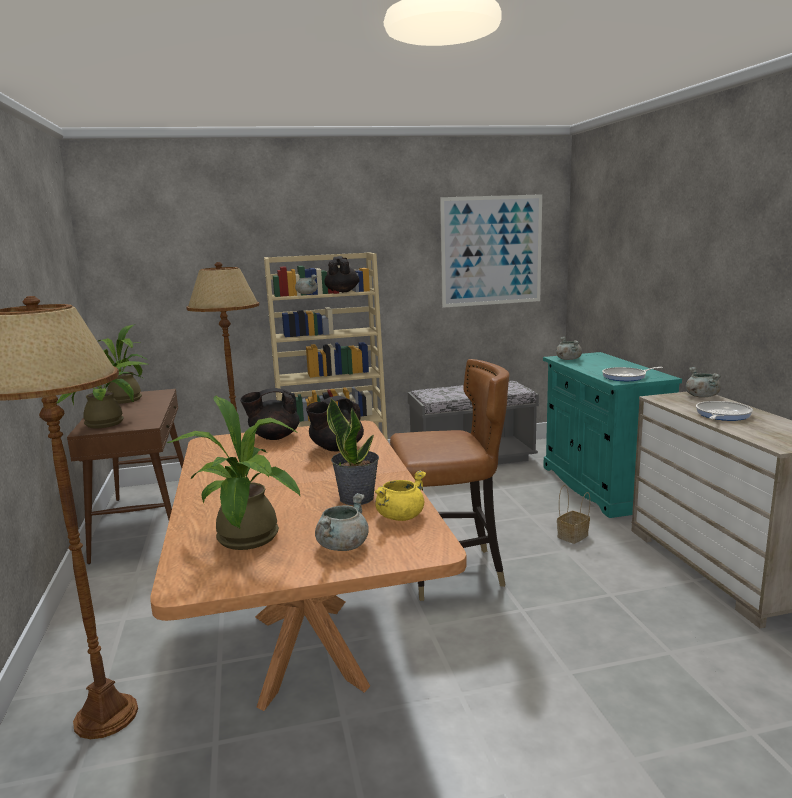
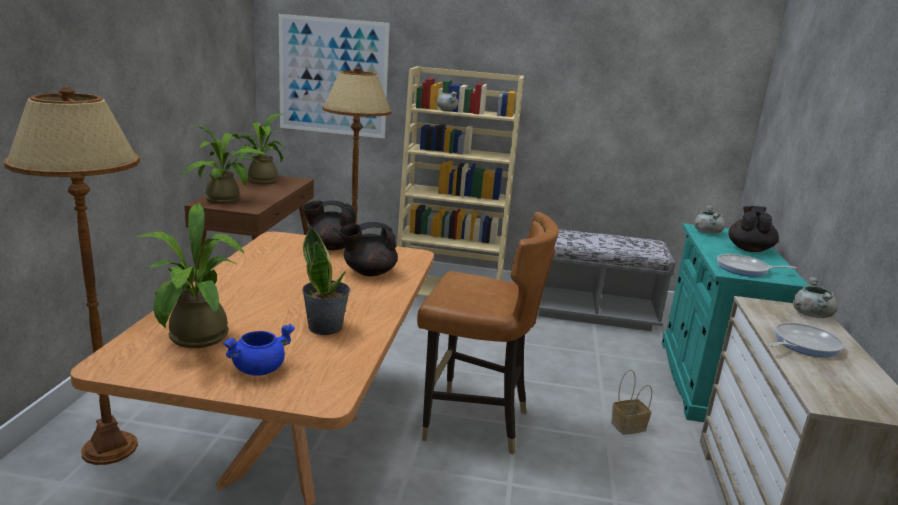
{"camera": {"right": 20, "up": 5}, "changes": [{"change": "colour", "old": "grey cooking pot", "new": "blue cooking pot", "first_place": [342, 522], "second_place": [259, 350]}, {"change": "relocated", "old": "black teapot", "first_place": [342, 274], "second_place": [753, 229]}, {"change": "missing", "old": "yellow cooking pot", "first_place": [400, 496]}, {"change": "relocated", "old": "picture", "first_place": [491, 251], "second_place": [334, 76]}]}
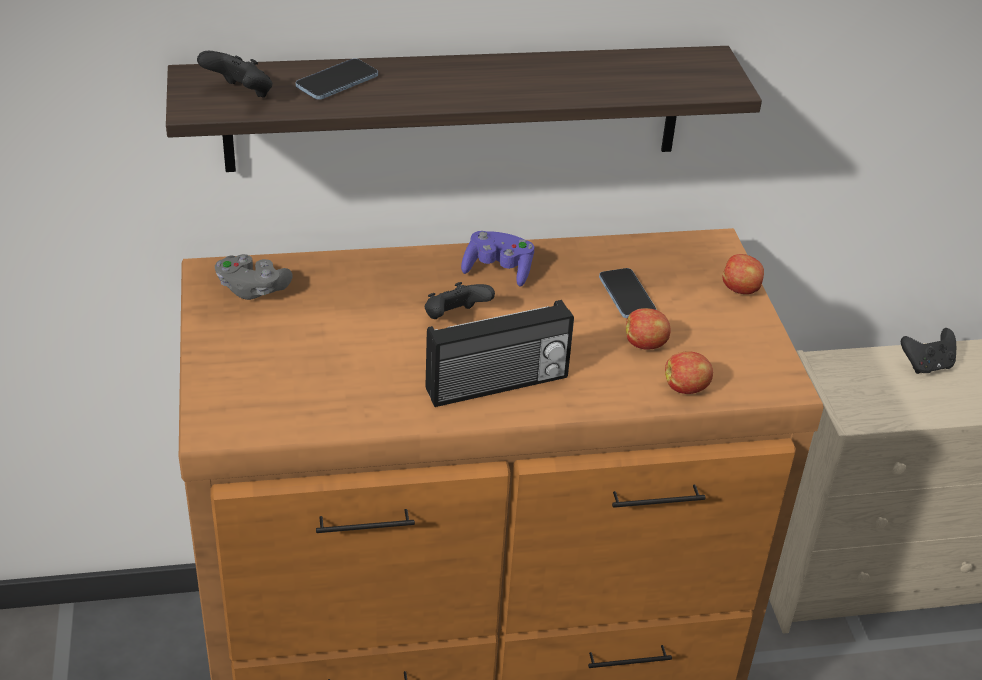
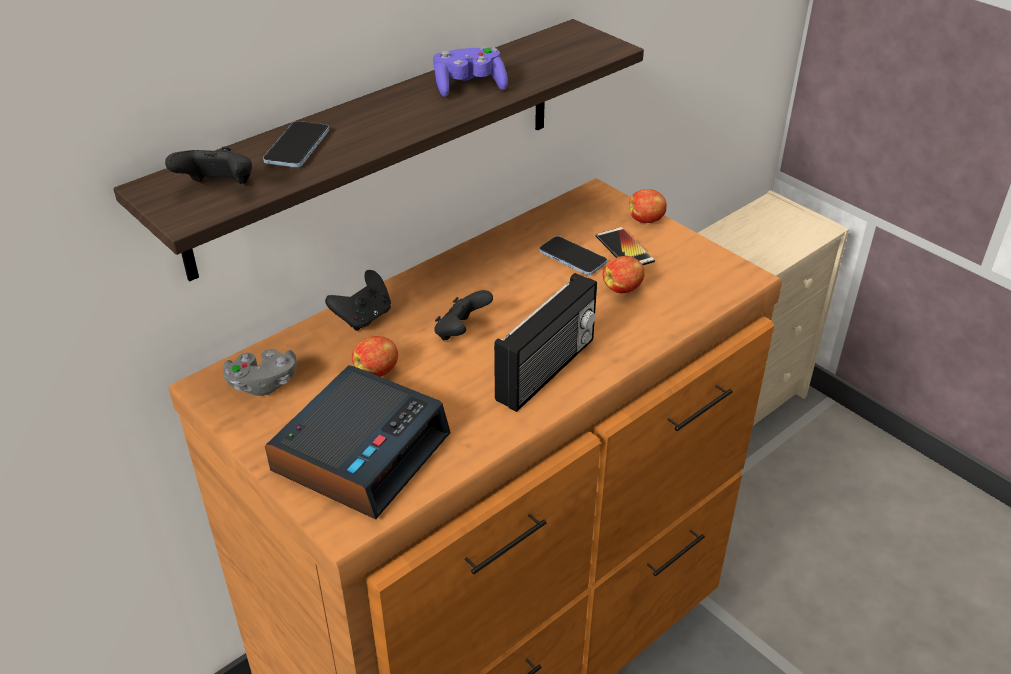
{"camera": {"right": -30, "up": 0}, "changes": [{"change": "relocated", "old": "purple game controller", "first_place": [497, 259], "second_place": [470, 72]}, {"change": "relocated", "old": "apple", "first_place": [689, 372], "second_place": [375, 356]}, {"change": "relocated", "old": "black game controller", "first_place": [928, 351], "second_place": [358, 300]}, {"change": "appeared", "new": "alarm clock", "second_place": [358, 442]}, {"change": "appeared", "new": "phone", "second_place": [625, 246]}]}
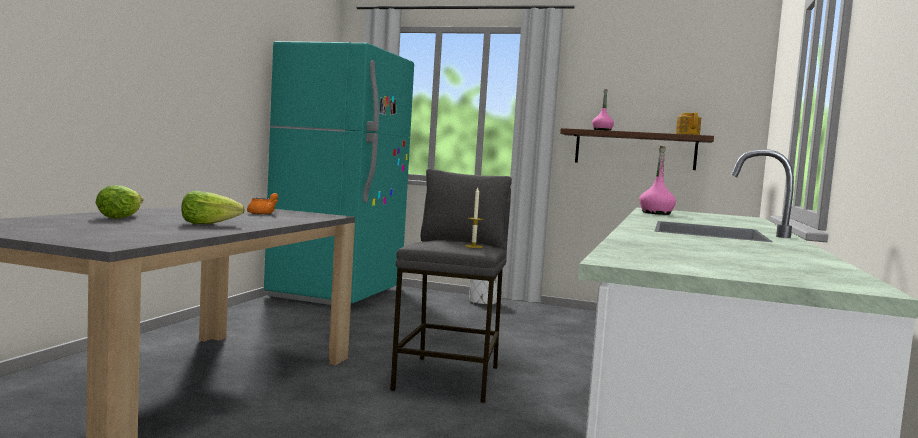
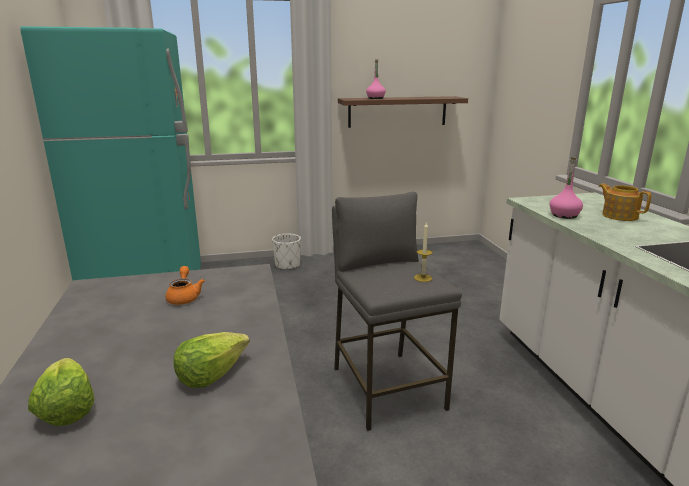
{"camera": {"right": -30, "up": 15}, "changes": [{"change": "relocated", "old": "teapot", "first_place": [688, 123], "second_place": [625, 202]}]}
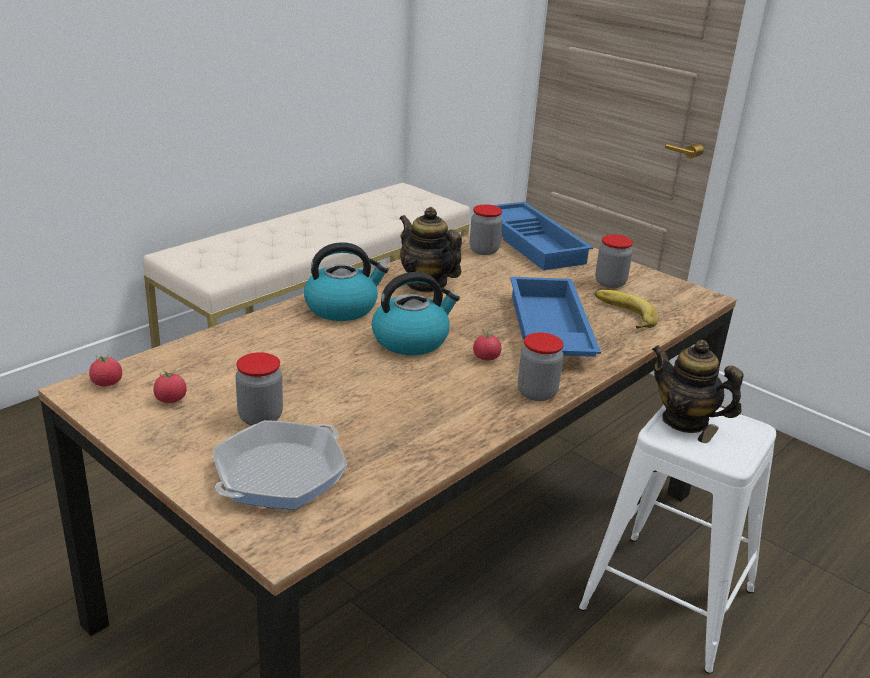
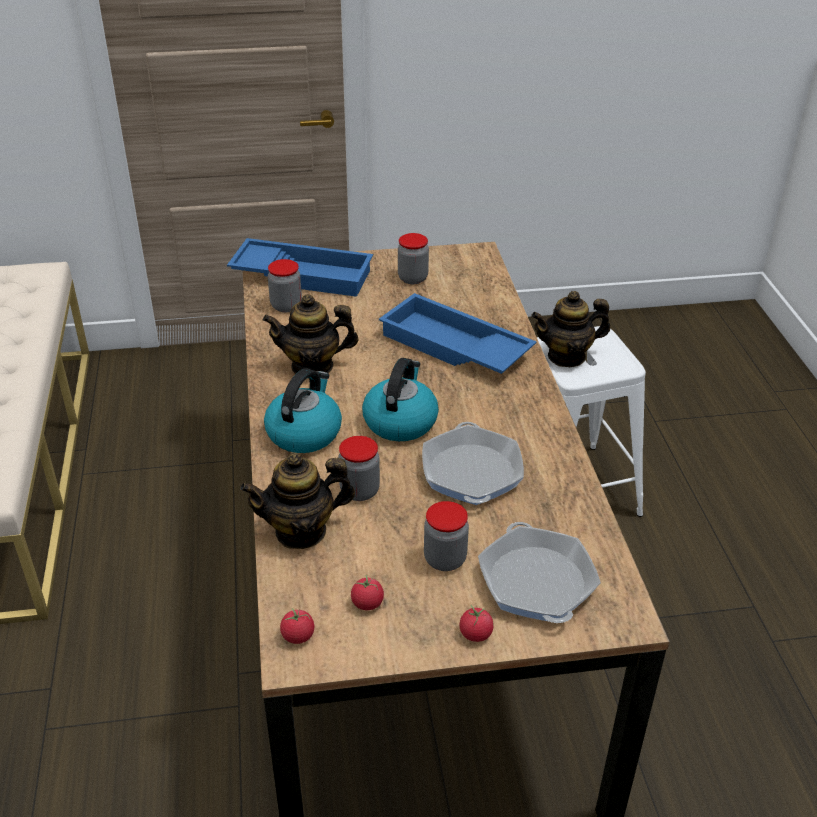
{"camera": {"right": -50, "up": 10}, "changes": [{"change": "relocated", "old": "tomato", "first_place": [487, 345], "second_place": [476, 623]}, {"change": "relocated", "old": "jar", "first_place": [541, 366], "second_place": [359, 468]}, {"change": "missing", "old": "banana", "first_place": [627, 309]}, {"change": "appeared", "new": "teapot", "second_place": [297, 501]}, {"change": "appeared", "new": "frying pan", "second_place": [473, 463]}]}
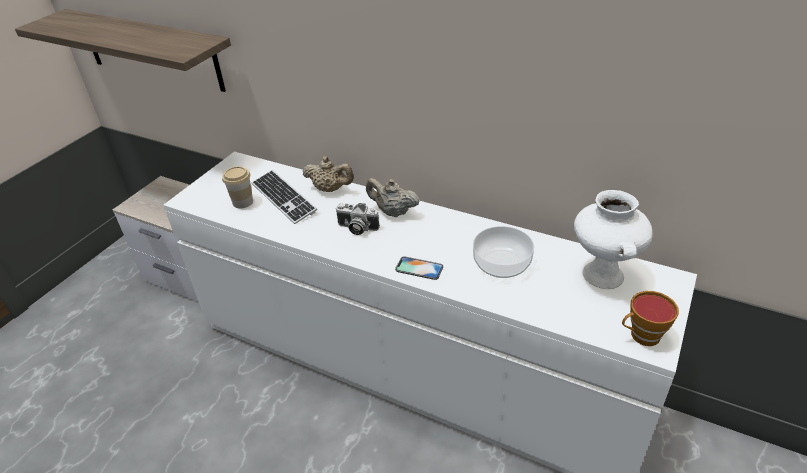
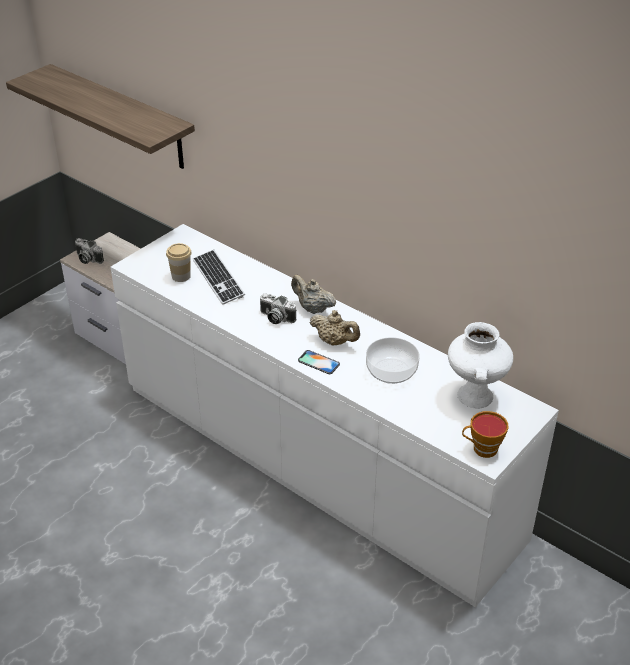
{"camera": {"right": 10, "up": 0}, "changes": [{"change": "relocated", "old": "beige teapot", "first_place": [328, 174], "second_place": [335, 328]}, {"change": "appeared", "new": "photo camera", "second_place": [89, 251]}]}
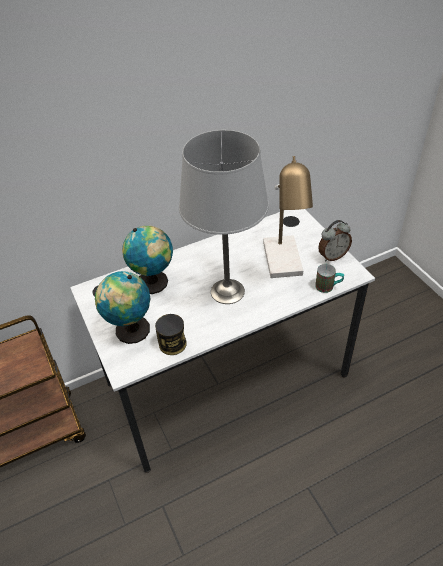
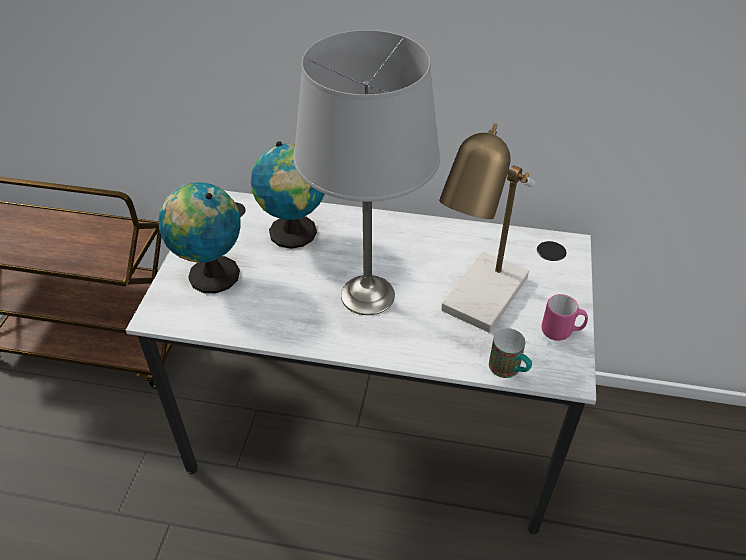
{"camera": {"right": 35, "up": 0}, "changes": [{"change": "missing", "old": "can", "first_place": [171, 334]}, {"change": "exchanged", "old": "alarm clock", "new": "pink mug", "first_place": [335, 241], "second_place": [564, 317]}]}
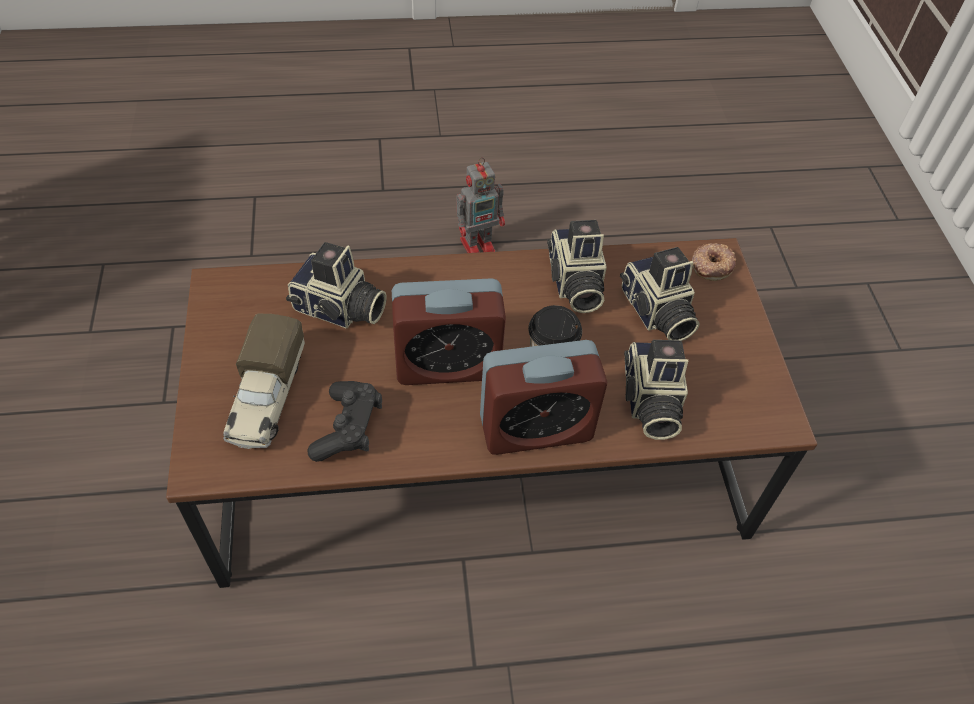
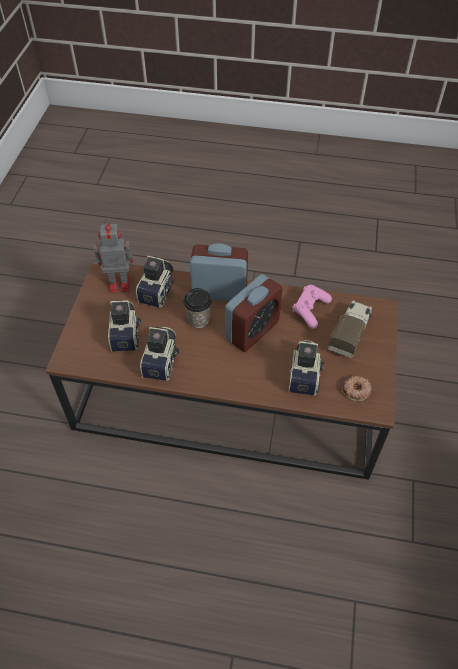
{"camera": {"right": -160, "up": 0}, "changes": [{"change": "spun", "old": "photo camera", "first_place": [336, 285], "second_place": [306, 368], "degrees": 60}, {"change": "colour", "old": "black game controller", "new": "pink game controller", "first_place": [345, 421], "second_place": [312, 307]}, {"change": "spun", "old": "alarm clock", "first_place": [449, 331], "second_place": [253, 313], "degrees": 120}, {"change": "relocated", "old": "toy robot", "first_place": [480, 205], "second_place": [112, 256]}, {"change": "relocated", "old": "donut", "first_place": [714, 262], "second_place": [356, 388]}]}
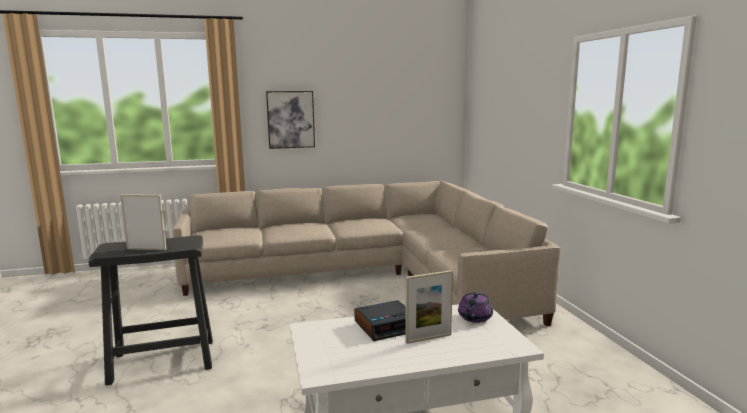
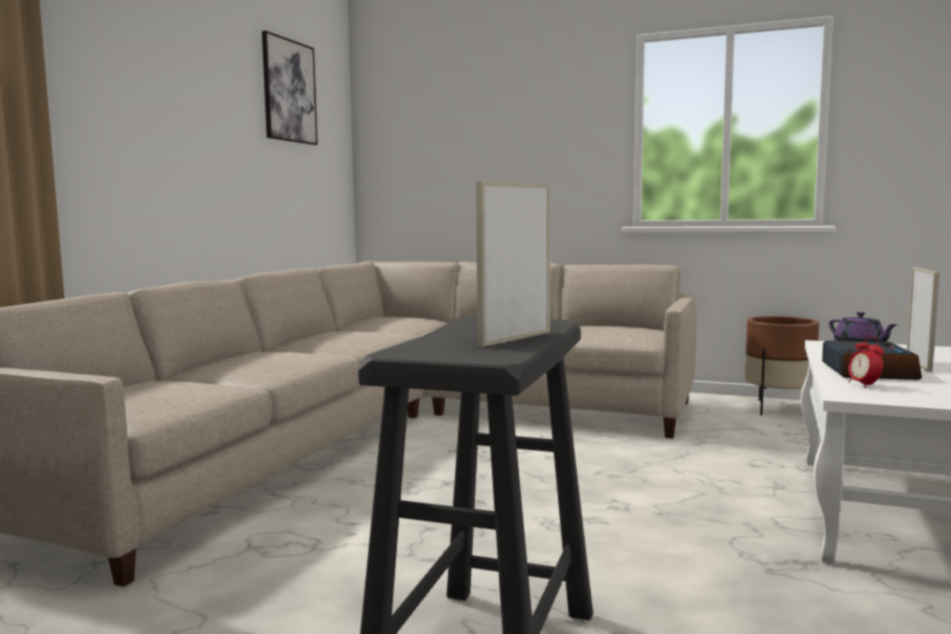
{"camera": {"right": -55, "up": -5}, "changes": [{"change": "relocated", "old": "picture", "first_place": [290, 120], "second_place": [290, 88]}, {"change": "appeared", "new": "brown planter", "second_place": [781, 365]}, {"change": "appeared", "new": "alarm clock", "second_place": [866, 361]}]}
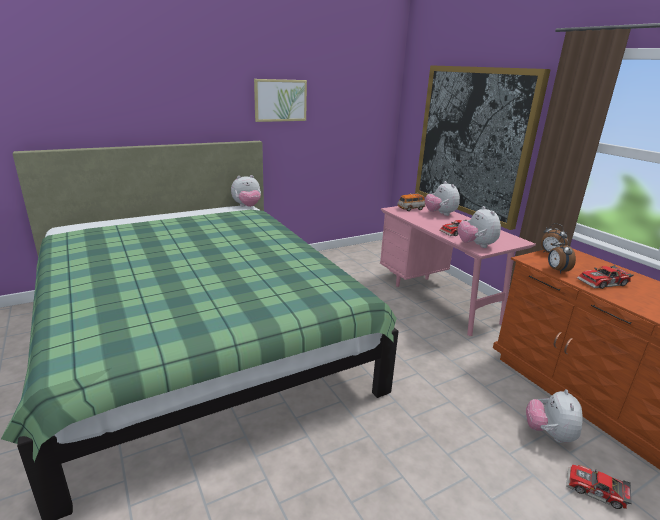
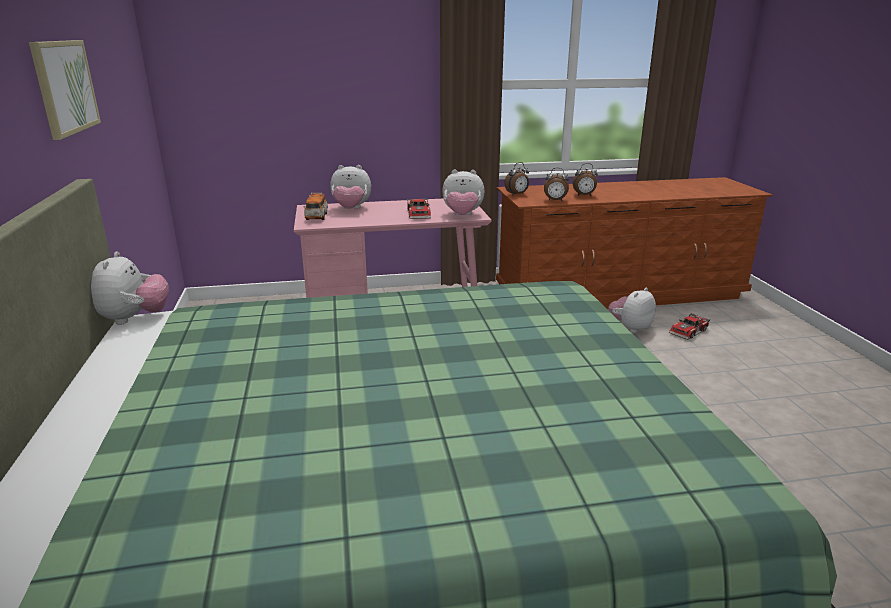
{"camera": {"right": -70, "up": 0}, "changes": [{"change": "missing", "old": "picture", "first_place": [483, 147]}, {"change": "spun", "old": "plush toy", "first_place": [554, 416], "second_place": [632, 310], "degrees": 105}, {"change": "exchanged", "old": "toy car", "new": "alarm clock", "first_place": [605, 277], "second_place": [585, 179]}]}
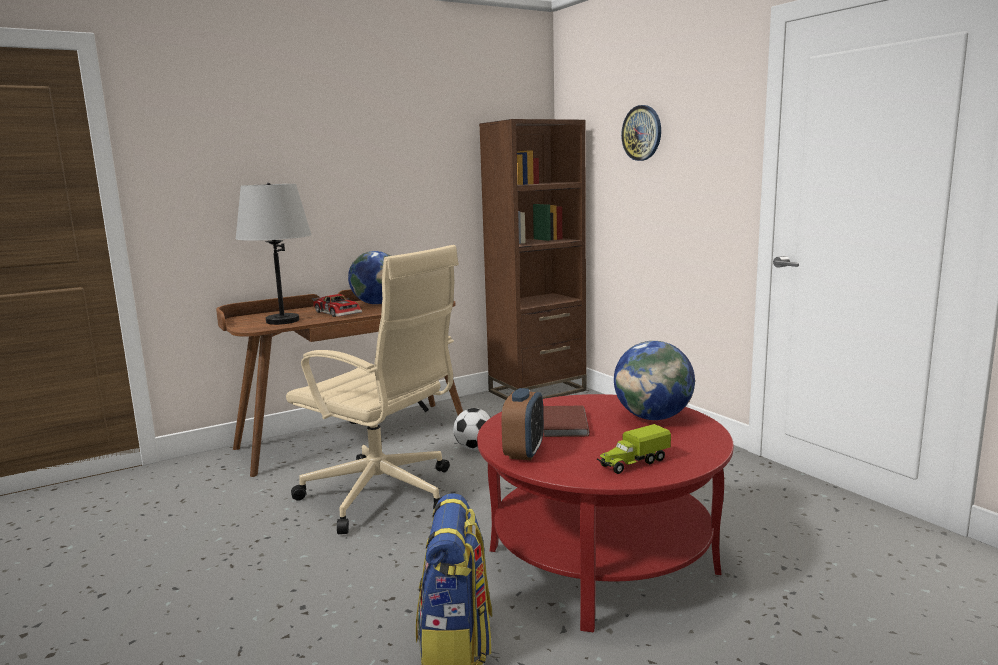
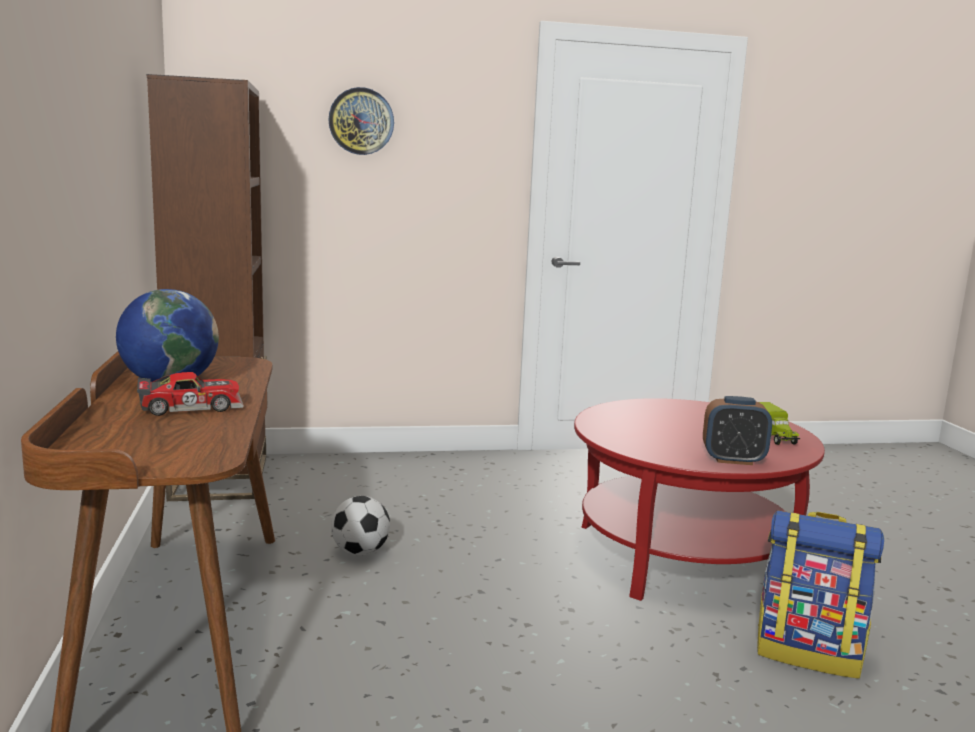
{"camera": {"right": -70, "up": 0}, "changes": [{"change": "missing", "old": "grey table lamp", "first_place": [273, 254]}, {"change": "missing", "old": "beige office chair", "first_place": [372, 389]}, {"change": "spun", "old": "alarm clock", "first_place": [522, 424], "second_place": [737, 430], "degrees": 150}, {"change": "missing", "old": "brown book", "first_place": [566, 421]}, {"change": "missing", "old": "globe", "first_place": [654, 380]}]}
